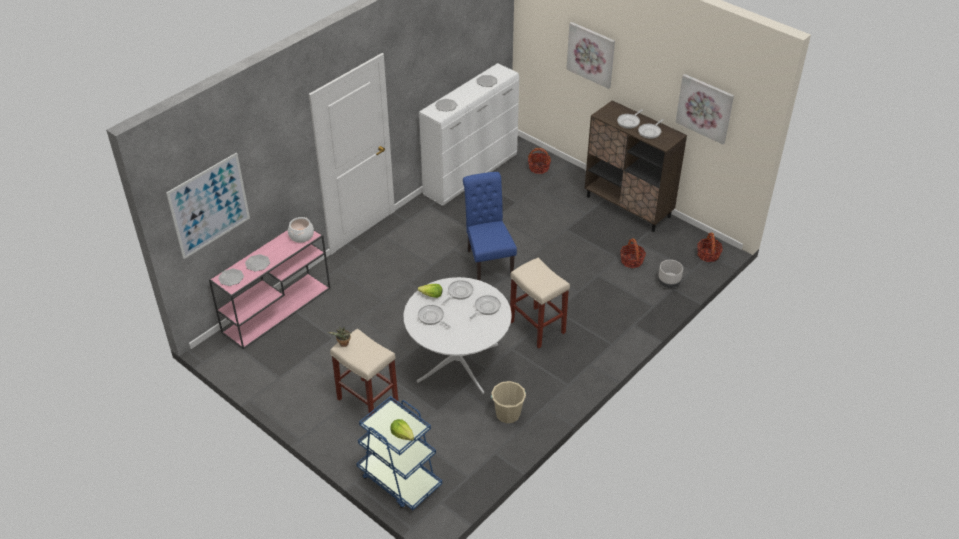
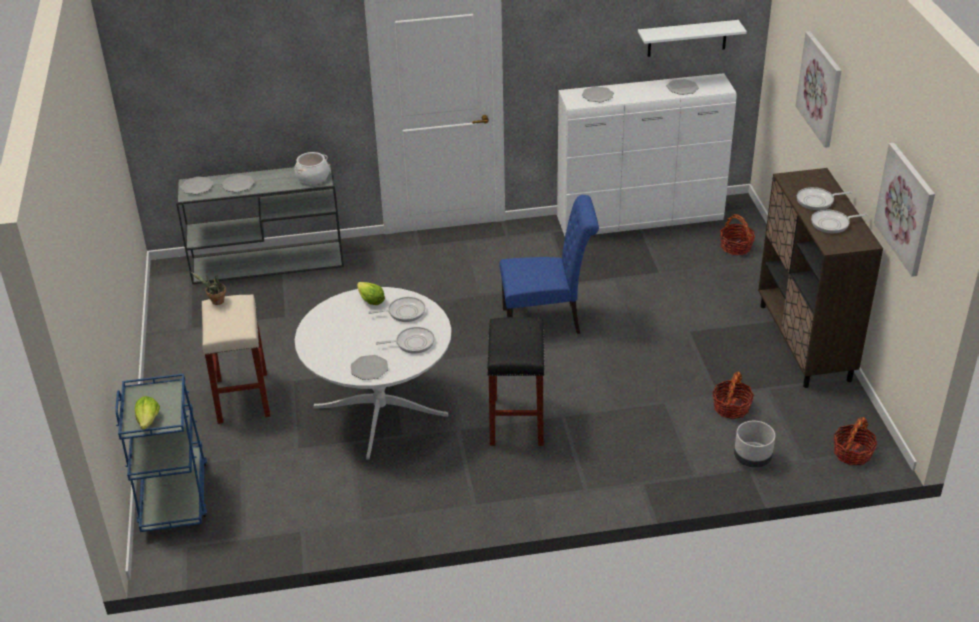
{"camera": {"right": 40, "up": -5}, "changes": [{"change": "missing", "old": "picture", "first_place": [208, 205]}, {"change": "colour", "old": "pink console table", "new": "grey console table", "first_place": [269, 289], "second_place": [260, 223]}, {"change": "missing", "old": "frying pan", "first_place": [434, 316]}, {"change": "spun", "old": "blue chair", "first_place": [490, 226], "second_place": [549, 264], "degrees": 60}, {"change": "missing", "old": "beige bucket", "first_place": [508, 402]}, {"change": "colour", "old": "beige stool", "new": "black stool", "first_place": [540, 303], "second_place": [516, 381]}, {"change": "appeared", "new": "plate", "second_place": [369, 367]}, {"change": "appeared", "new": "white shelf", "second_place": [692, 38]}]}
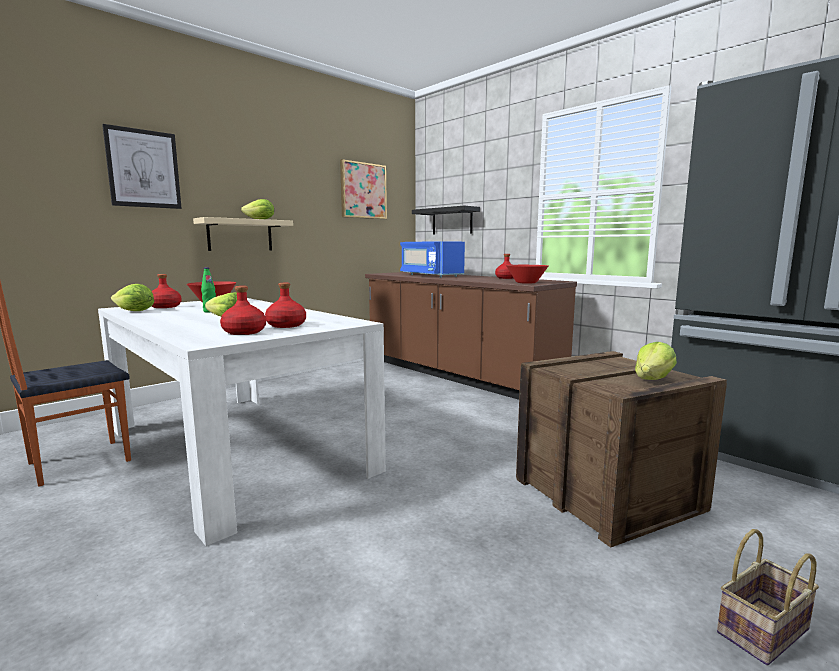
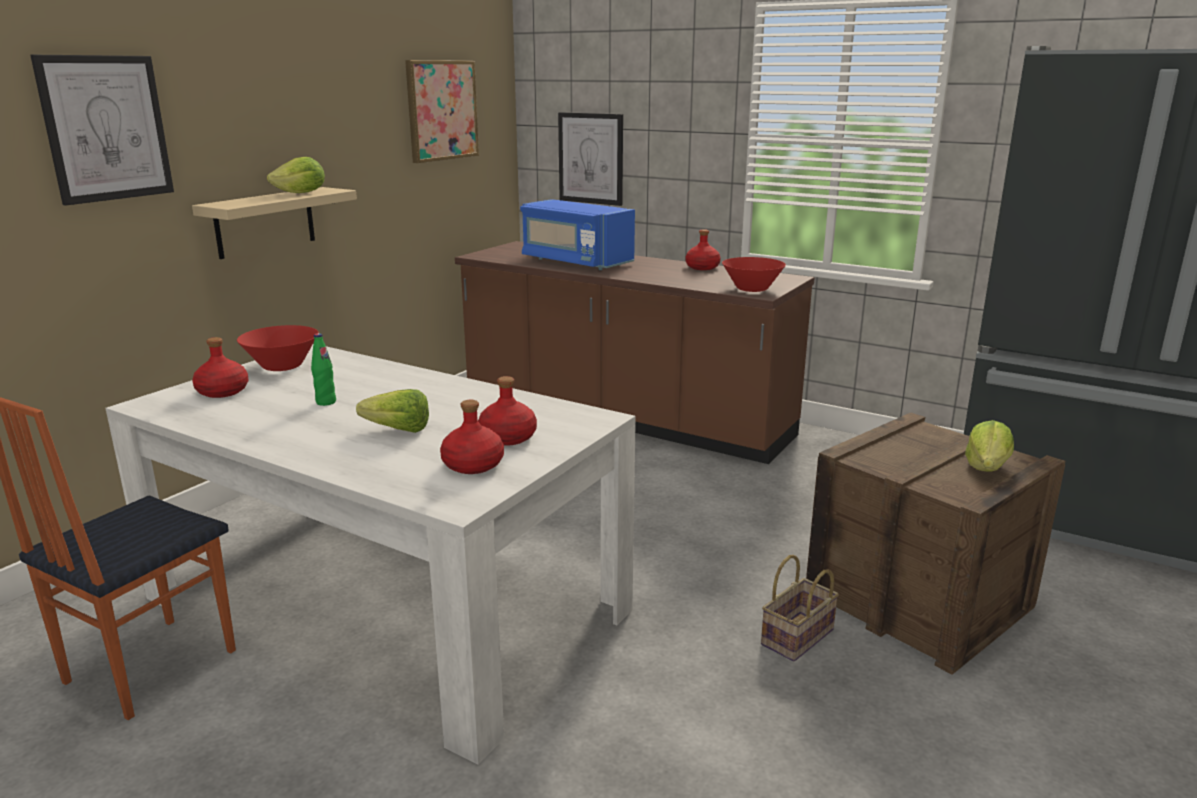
{"camera": {"right": -15, "up": 10}, "changes": [{"change": "missing", "old": "lettuce", "first_place": [132, 297]}, {"change": "exchanged", "old": "black shelf", "new": "picture", "first_place": [446, 220], "second_place": [590, 159]}, {"change": "relocated", "old": "basket", "first_place": [768, 597], "second_place": [800, 608]}]}
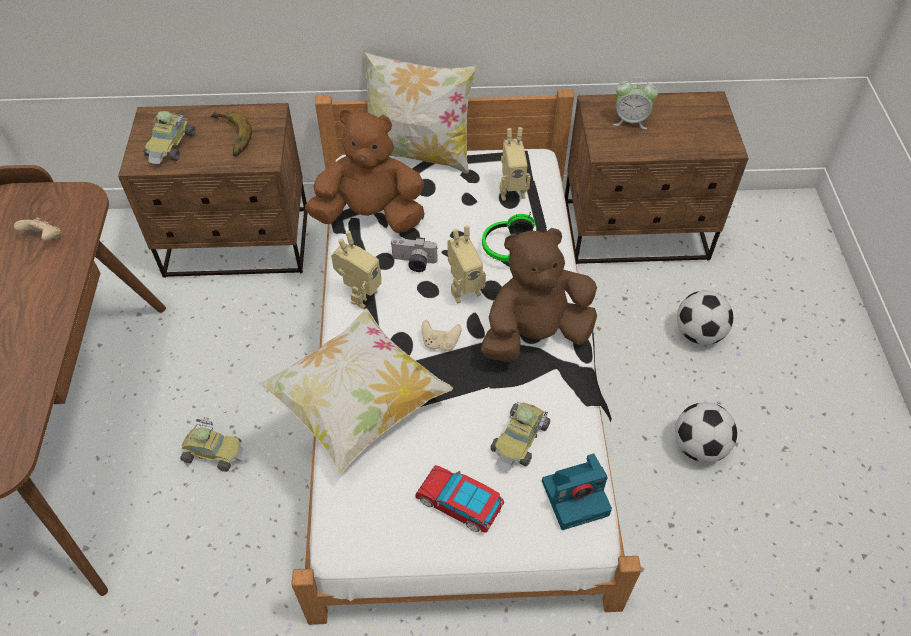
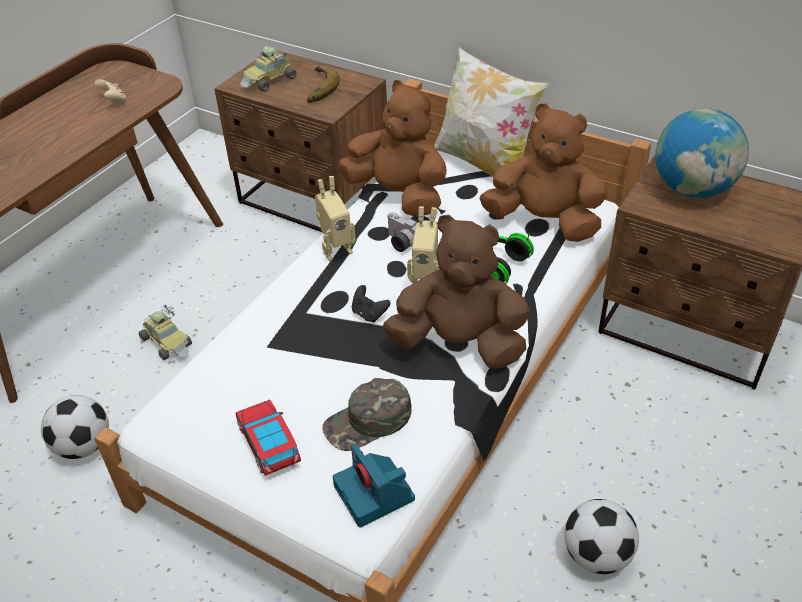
{"camera": {"right": 35, "up": -10}, "changes": [{"change": "missing", "old": "pillow", "first_place": [355, 391]}, {"change": "colour", "old": "beige game controller", "new": "black game controller", "first_place": [442, 335], "second_place": [371, 304]}, {"change": "exchanged", "old": "toy car", "new": "green cap", "first_place": [520, 436], "second_place": [367, 414]}, {"change": "exchanged", "old": "toy robot", "new": "brown plush toy", "first_place": [515, 164], "second_place": [544, 172]}, {"change": "spun", "old": "photo camera", "first_place": [577, 492], "second_place": [374, 486], "degrees": 45}, {"change": "exchanged", "old": "alarm clock", "new": "globe", "first_place": [635, 103], "second_place": [702, 153]}, {"change": "relocated", "old": "football", "first_place": [705, 317], "second_place": [75, 427]}]}
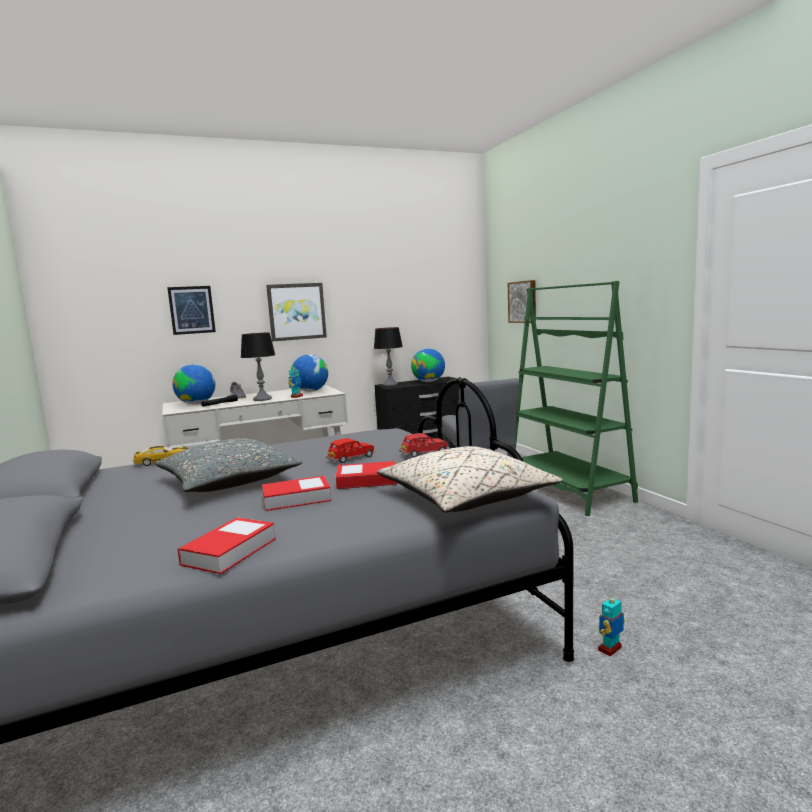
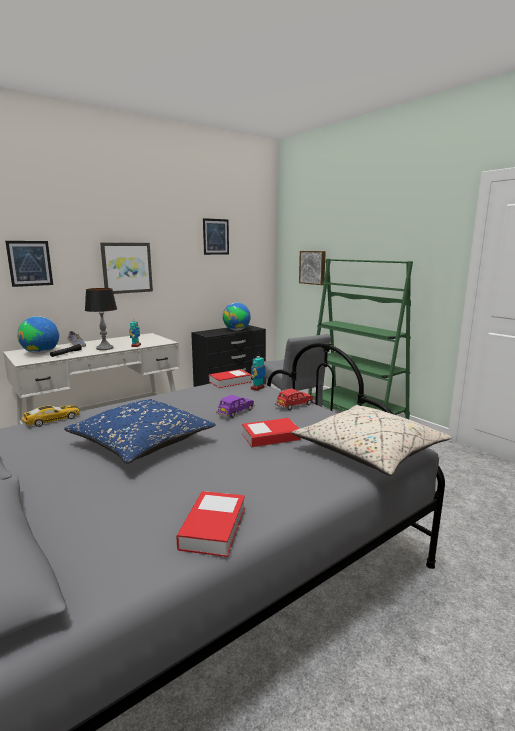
{"camera": {"right": -15, "up": 5}, "changes": [{"change": "colour", "old": "grey pillow", "new": "blue pillow", "first_place": [228, 465], "second_place": [140, 431]}, {"change": "relocated", "old": "book", "first_place": [297, 493], "second_place": [230, 378]}, {"change": "missing", "old": "globe", "first_place": [309, 373]}, {"change": "colour", "old": "red toy car", "new": "purple toy car", "first_place": [351, 450], "second_place": [235, 406]}, {"change": "missing", "old": "table lamp", "first_place": [388, 356]}, {"change": "relocated", "old": "toy robot", "first_place": [611, 624], "second_place": [258, 371]}, {"change": "appeared", "new": "picture", "second_place": [216, 236]}]}
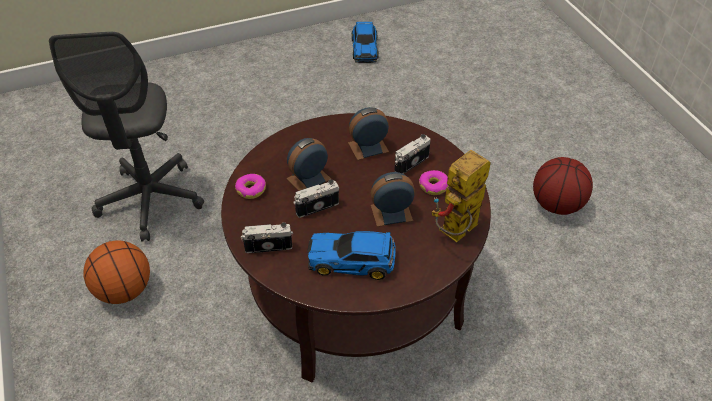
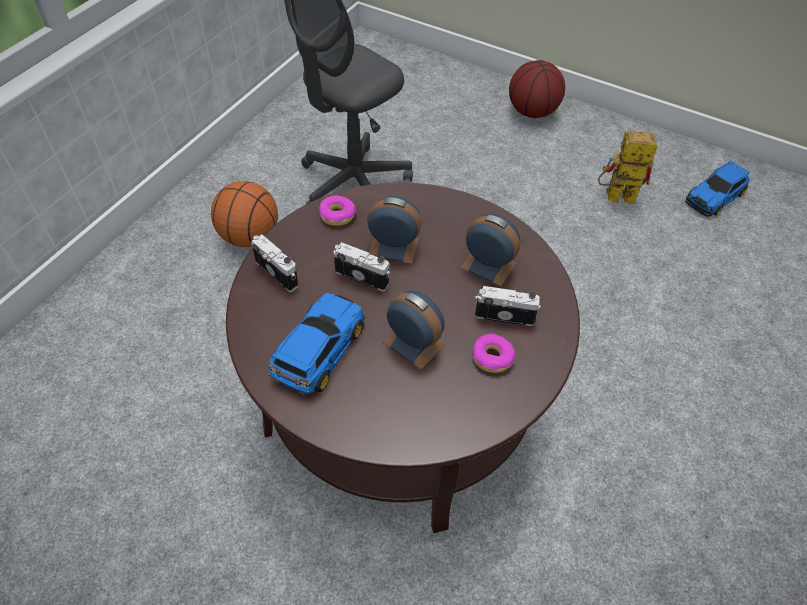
{"camera": {"right": 50, "up": 5}, "changes": [{"change": "spun", "old": "toy car", "first_place": [351, 255], "second_place": [317, 344], "degrees": 60}, {"change": "relocated", "old": "toy robot", "first_place": [461, 196], "second_place": [627, 167]}, {"change": "relocated", "old": "basketball", "first_place": [563, 186], "second_place": [537, 89]}]}
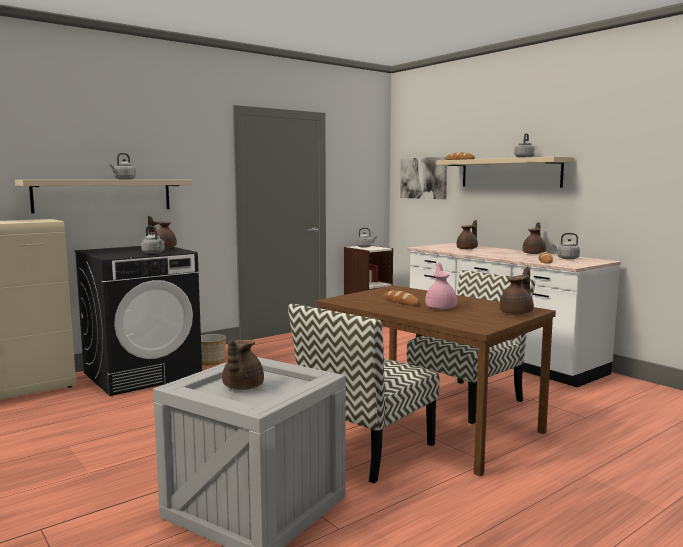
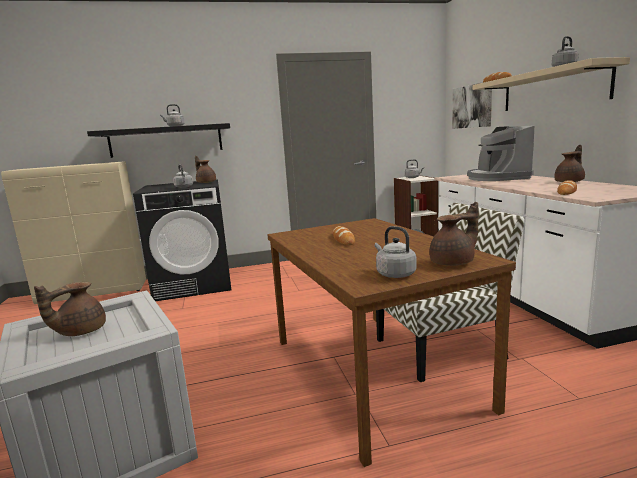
{"camera": {"right": 25, "up": 5}, "changes": [{"change": "colour", "old": "beige shelf", "new": "black shelf", "first_place": [104, 196], "second_place": [158, 140]}, {"change": "missing", "old": "planter", "first_place": [213, 349]}, {"change": "missing", "old": "chair", "first_place": [363, 393]}, {"change": "missing", "old": "pink teapot", "first_place": [441, 286]}, {"change": "exchanged", "old": "brown teapot", "new": "coffee machine", "first_place": [467, 234], "second_place": [501, 153]}, {"change": "relocated", "old": "grey kettle", "first_place": [566, 246], "second_place": [396, 252]}]}
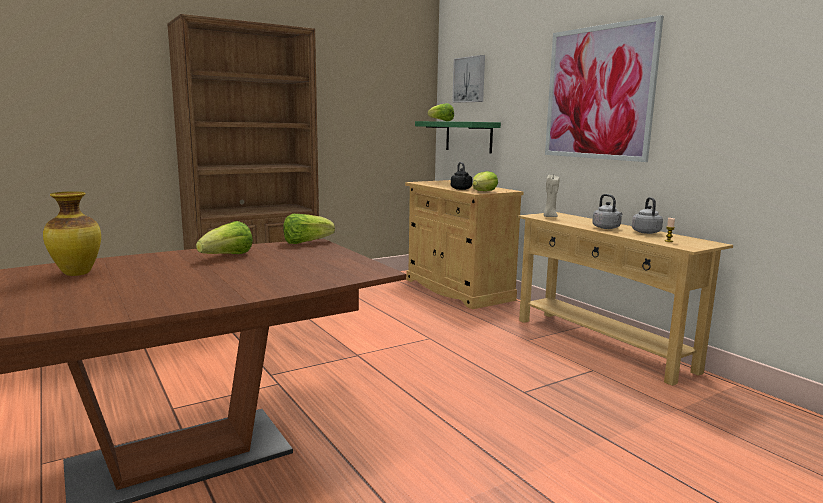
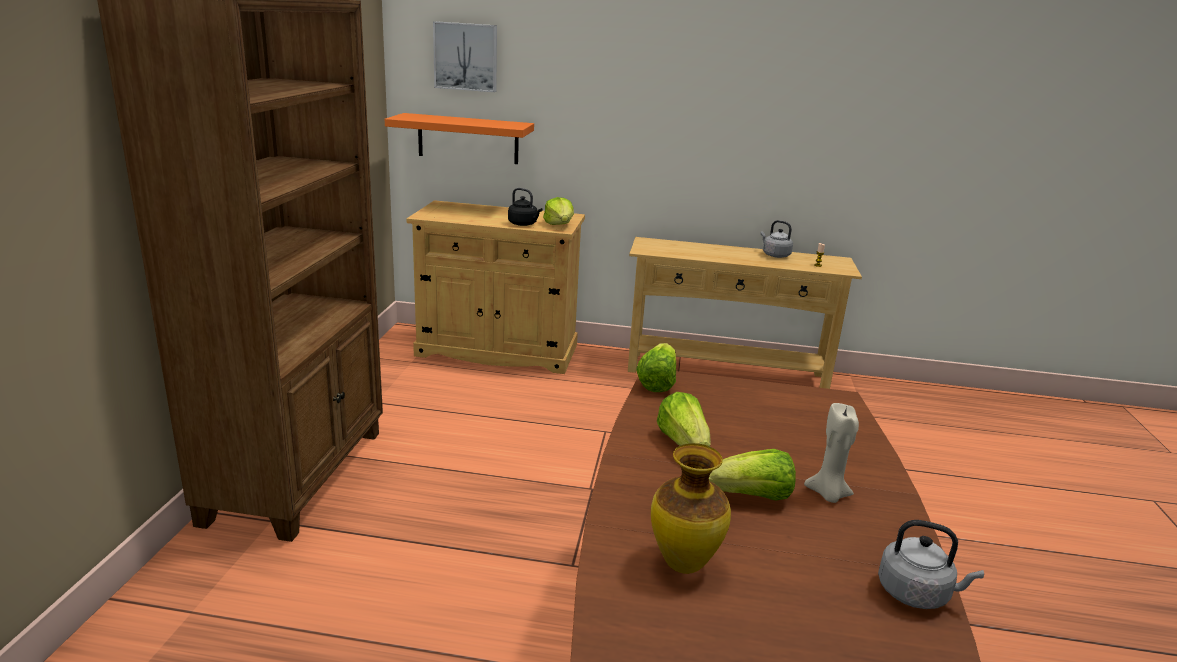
{"camera": {"right": -50, "up": 10}, "changes": [{"change": "colour", "old": "green shelf", "new": "orange shelf", "first_place": [458, 137], "second_place": [459, 138]}, {"change": "relocated", "old": "lettuce", "first_place": [440, 112], "second_place": [752, 474]}, {"change": "relocated", "old": "beige candle", "first_place": [551, 196], "second_place": [831, 453]}, {"change": "missing", "old": "picture", "first_place": [604, 88]}, {"change": "relocated", "old": "grey kettle", "first_place": [607, 211], "second_place": [931, 564]}]}
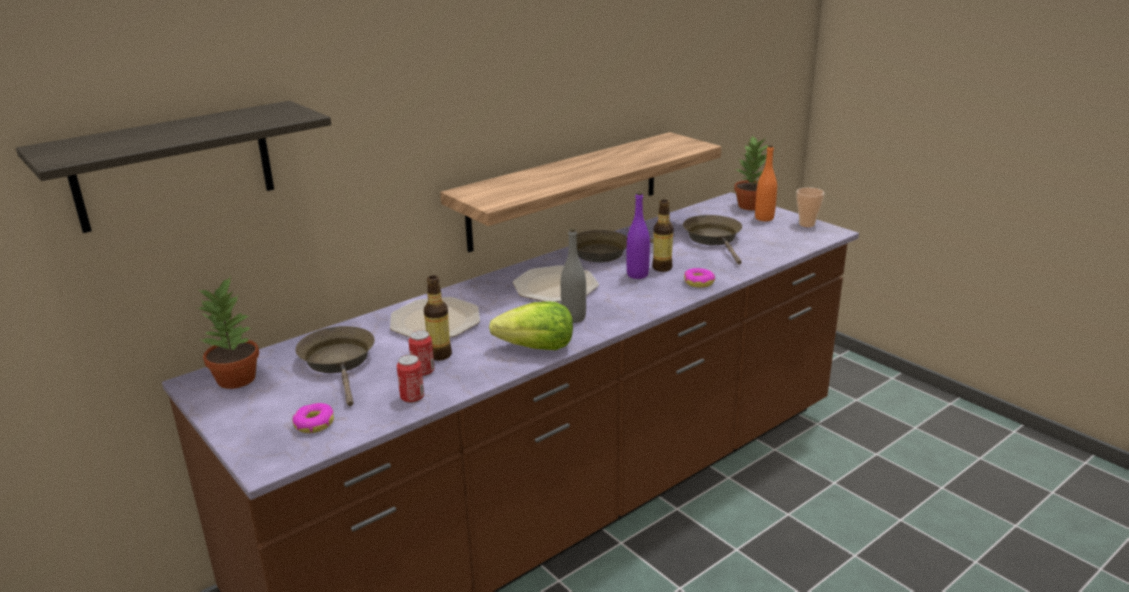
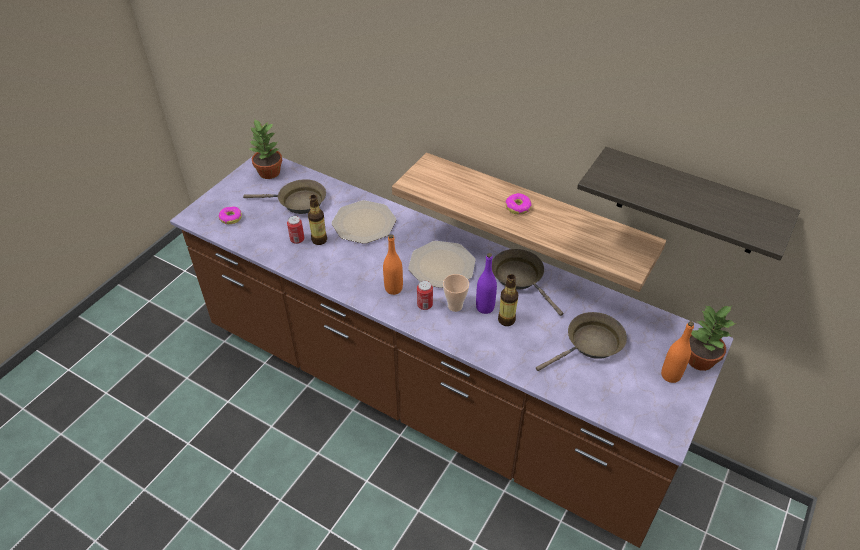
{"camera": {"right": 70, "up": 20}, "changes": [{"change": "relocated", "old": "shelf", "first_place": [173, 167], "second_place": [688, 204]}, {"change": "spun", "old": "brown frying pan", "first_place": [335, 366], "second_place": [284, 196], "degrees": 45}, {"change": "relocated", "old": "can", "first_place": [410, 379], "second_place": [425, 295]}, {"change": "missing", "old": "lettuce", "first_place": [531, 325]}, {"change": "colour", "old": "grey bottle", "new": "orange bottle", "first_place": [573, 275], "second_place": [393, 264]}, {"change": "relocated", "old": "donut", "first_place": [699, 278], "second_place": [518, 204]}, {"change": "relocated", "old": "cup", "first_place": [810, 207], "second_place": [456, 293]}]}
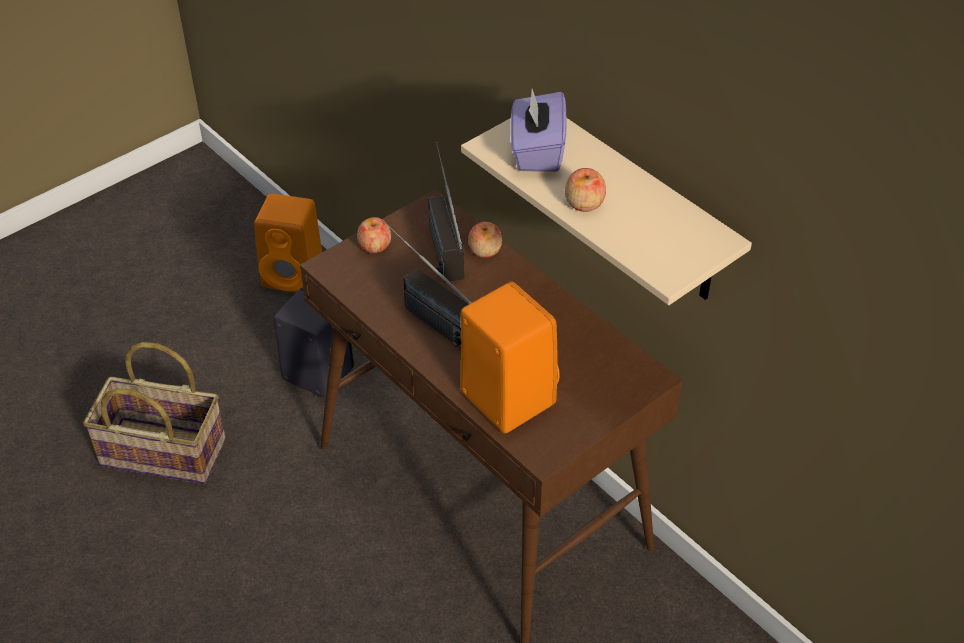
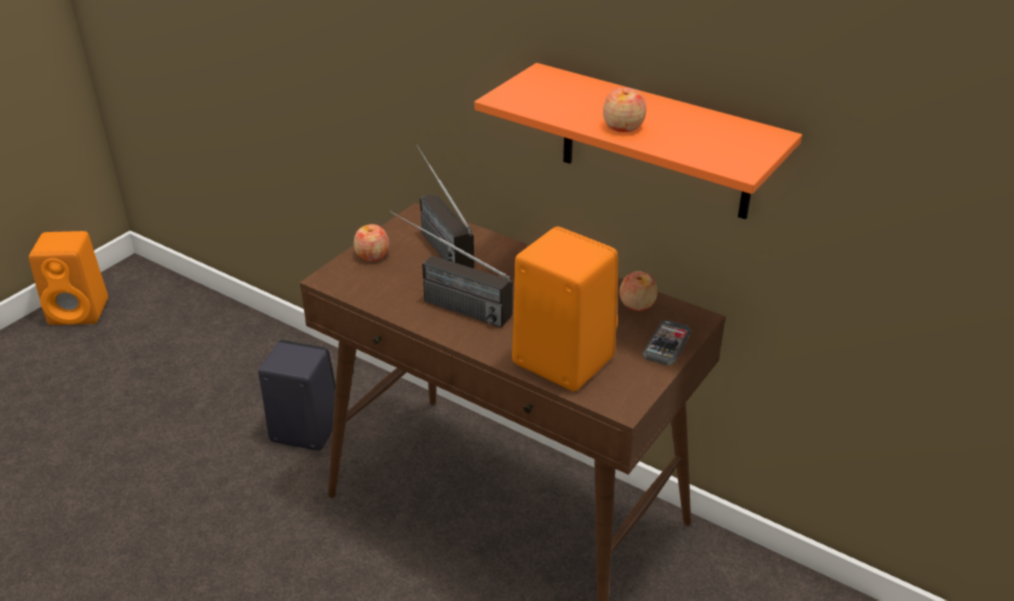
{"camera": {"right": -15, "up": -10}, "changes": [{"change": "missing", "old": "basket", "first_place": [154, 413]}, {"change": "relocated", "old": "orange speaker", "first_place": [288, 243], "second_place": [68, 278]}, {"change": "colour", "old": "beige shelf", "new": "orange shelf", "first_place": [606, 211], "second_place": [638, 141]}, {"change": "relocated", "old": "apple", "first_place": [485, 240], "second_place": [638, 291]}, {"change": "missing", "old": "purple tissue box", "first_place": [538, 130]}, {"change": "appeared", "new": "phone", "second_place": [666, 342]}]}
